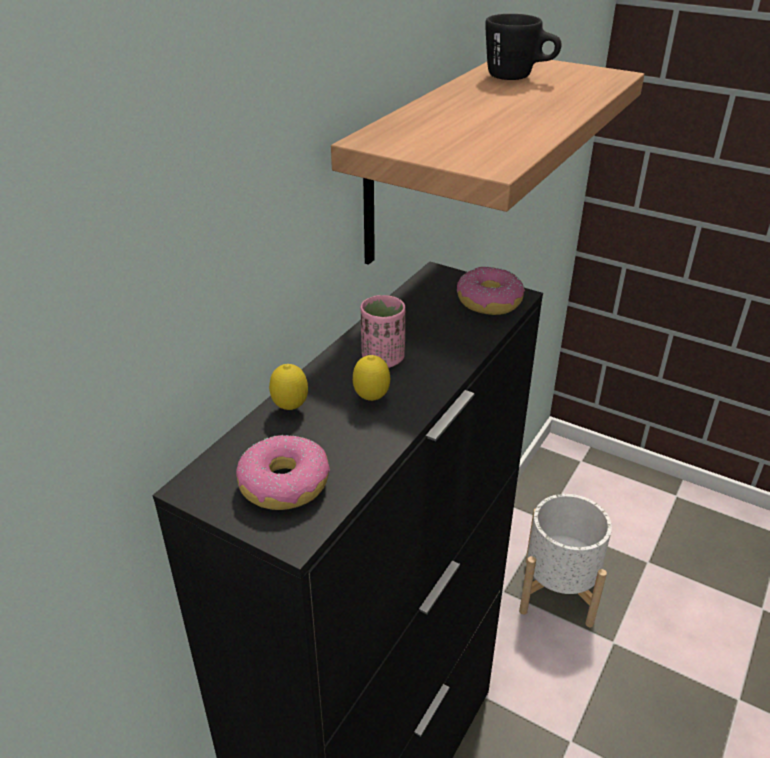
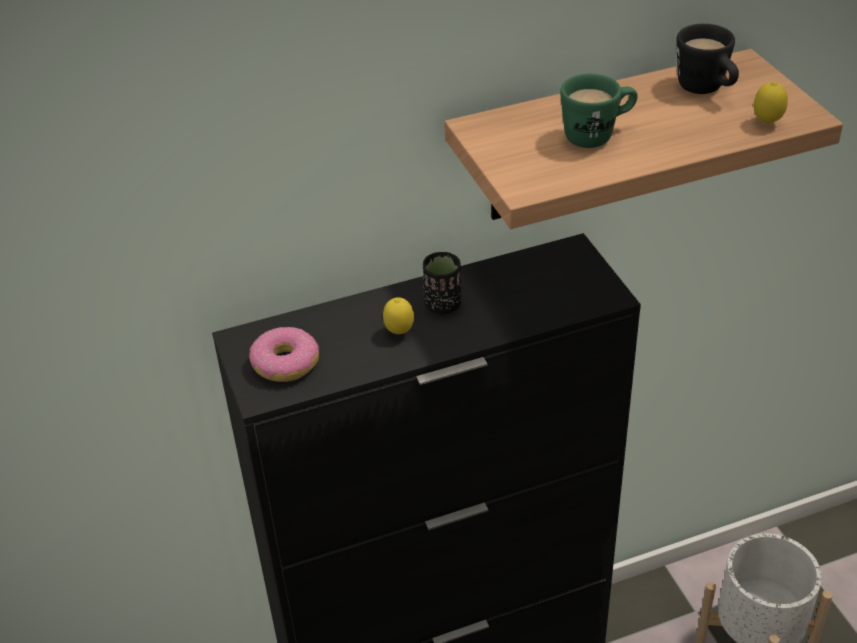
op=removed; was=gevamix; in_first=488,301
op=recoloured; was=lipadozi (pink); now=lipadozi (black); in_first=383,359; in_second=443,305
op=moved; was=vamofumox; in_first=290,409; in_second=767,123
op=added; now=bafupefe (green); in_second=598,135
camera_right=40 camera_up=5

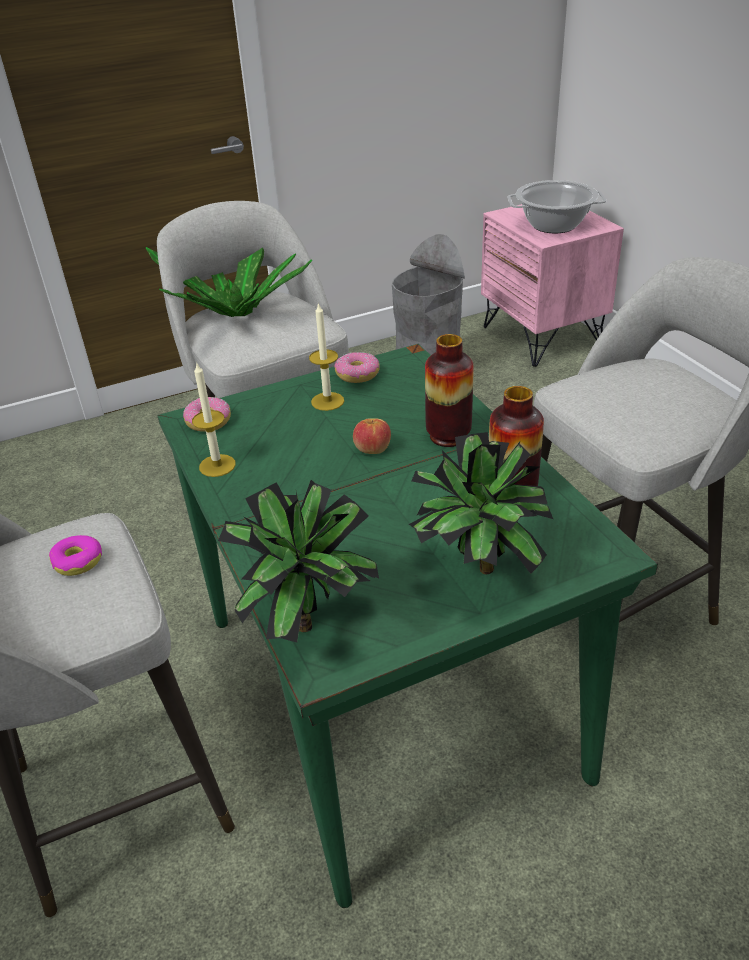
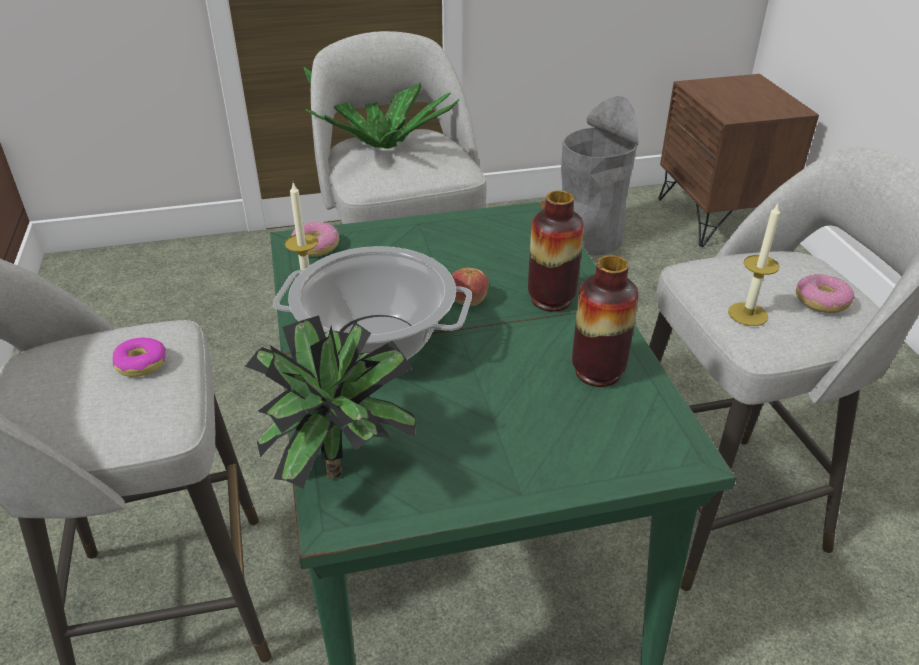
op=moved; was=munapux; in_first=553,225; in_second=375,342
op=recoloured; was=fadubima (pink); now=fadubima (brown); in_first=543,336; in_second=718,217
op=moved; was=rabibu; in_first=327,401; in_second=748,314
op=moved; was=gevamix; in_first=357,374; in_second=822,301
op=removed; was=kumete; in_first=476,573
camera_right=10 camera_up=0

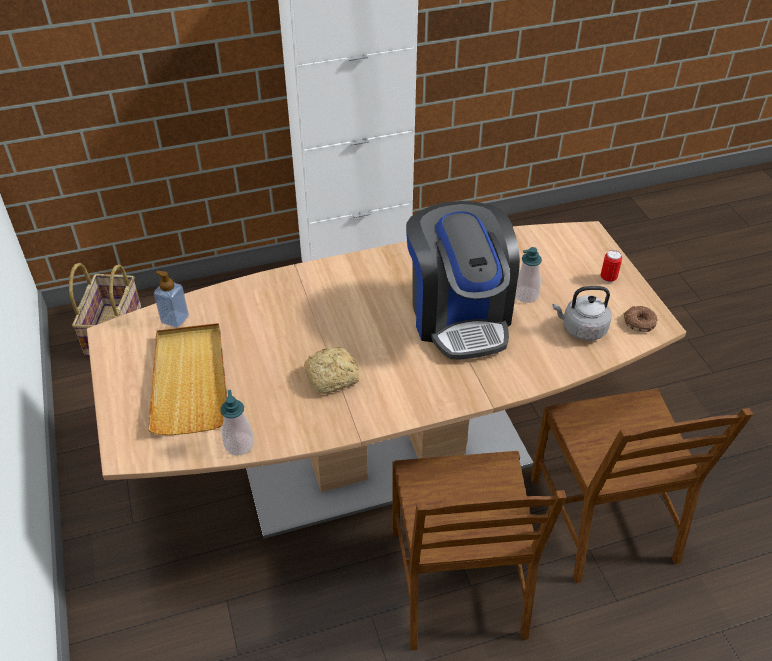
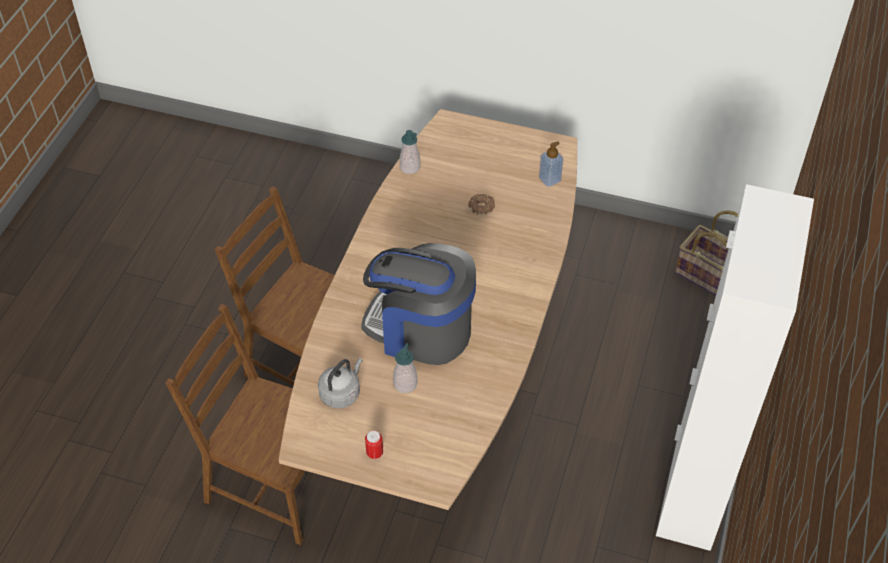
op=moved; was=gevamix; in_first=638,322; in_second=482,207
op=removed; was=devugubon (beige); in_first=190,380
op=removed; was=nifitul; in_first=333,377
camera_right=125 camera_up=5

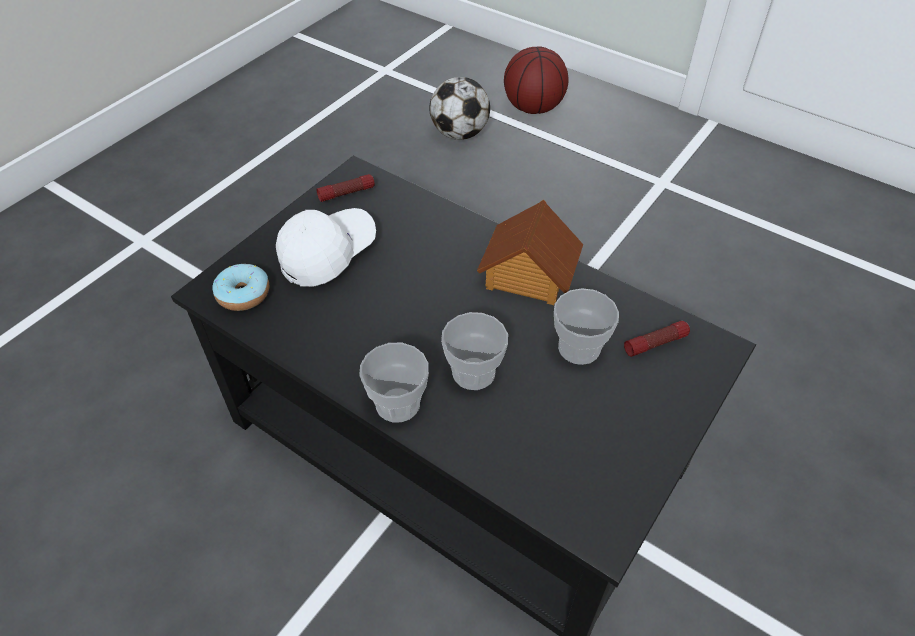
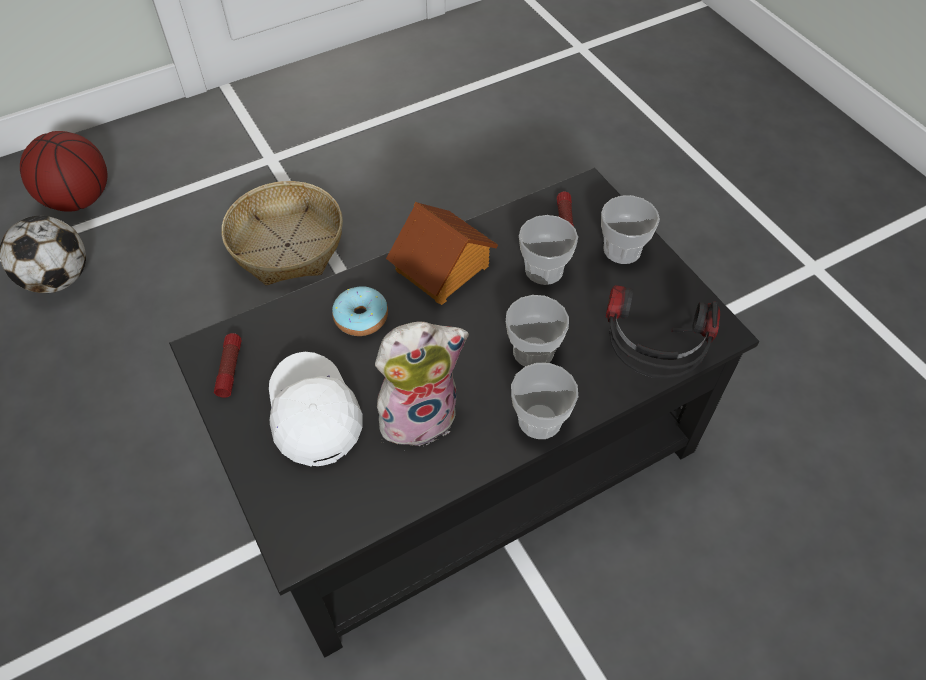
op=moved; was=gevamix; in_first=243,294; in_second=361,318
op=added; now=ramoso; in_second=287,245
op=added; now=lipadozi; in_second=622,250
op=added; now=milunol; in_second=648,364
op=added; now=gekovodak; in_second=419,414
camera_right=-65 camera_up=5

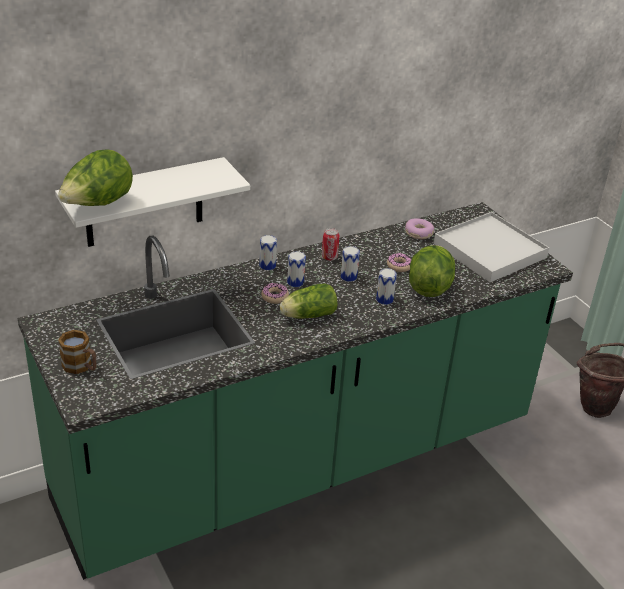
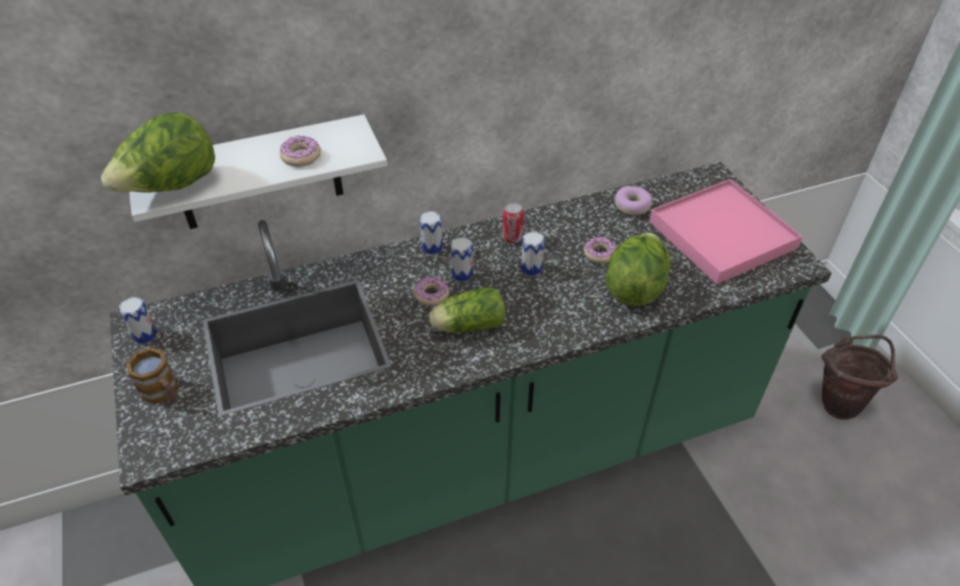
op=recoloured; was=devugubon (white); now=devugubon (pink); in_first=489,250; in_second=722,234
op=moved; was=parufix; in_first=384,299; in_second=145,335
op=added; now=gevamix; in_second=301,156
camera_right=10 camera_up=10

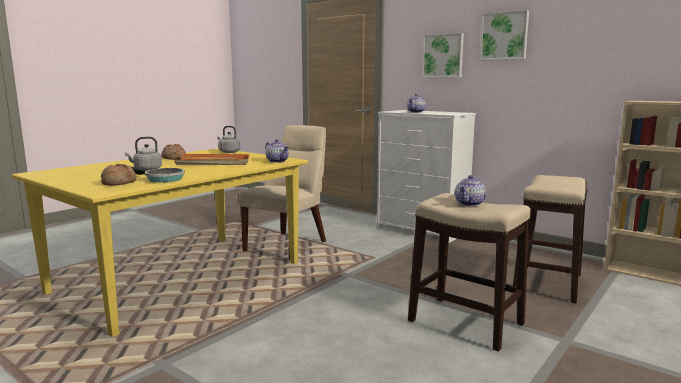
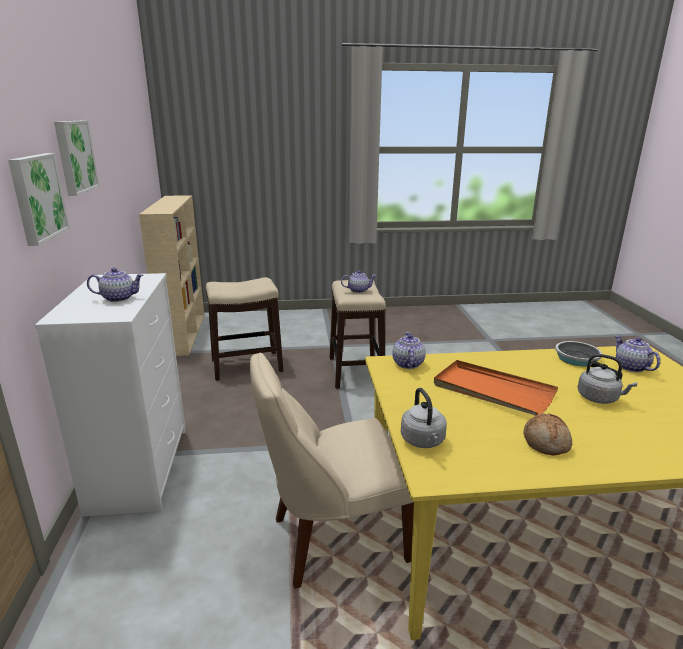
op=replaced; was=nifitul; now=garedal; in_first=118,182; in_second=631,367
camera_right=-135 camera_up=10

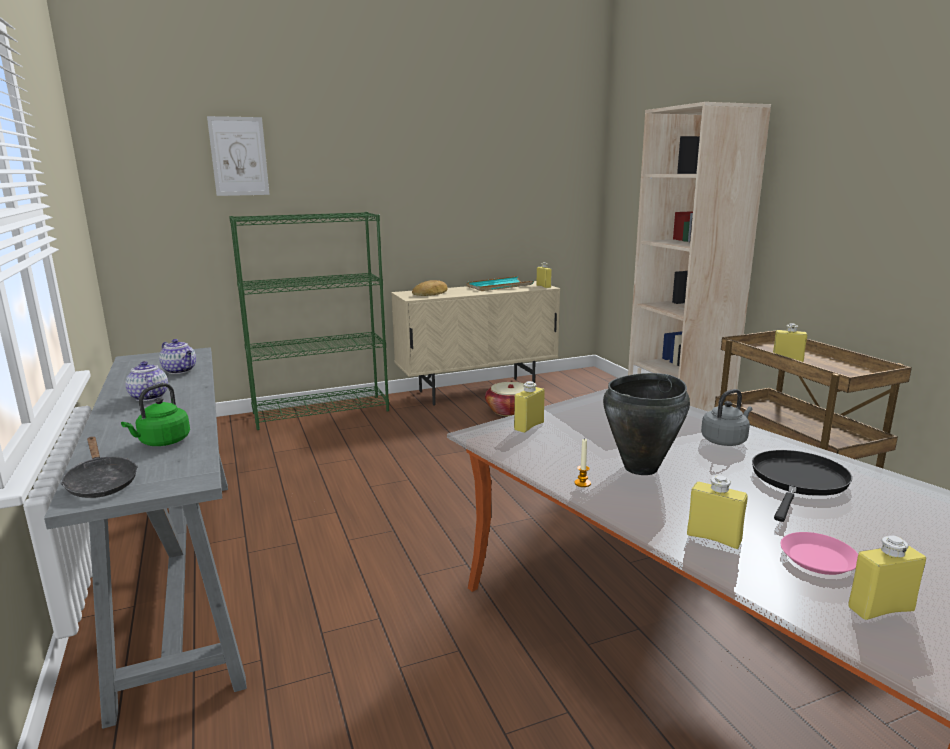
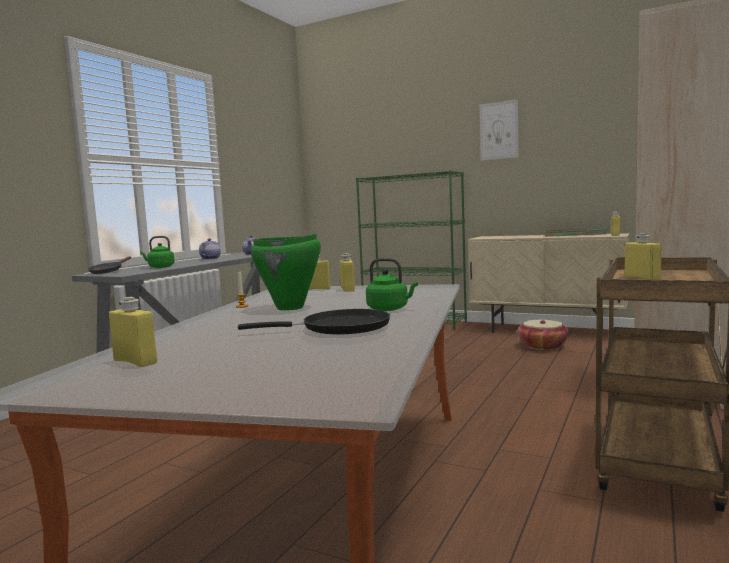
op=moved; was=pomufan; in_first=239,156; in_second=499,130
op=removed; was=nifitul; in_first=431,293
op=recoloured; was=munapux (black); now=munapux (green); in_first=641,468; in_second=290,308
op=recoloured; was=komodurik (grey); now=komodurik (green); in_first=725,440; in_second=390,309
op=moved; was=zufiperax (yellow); in_first=714,538; in_second=347,289
op=removed; was=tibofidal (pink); in_first=818,558
camera_right=50 camera_up=-10

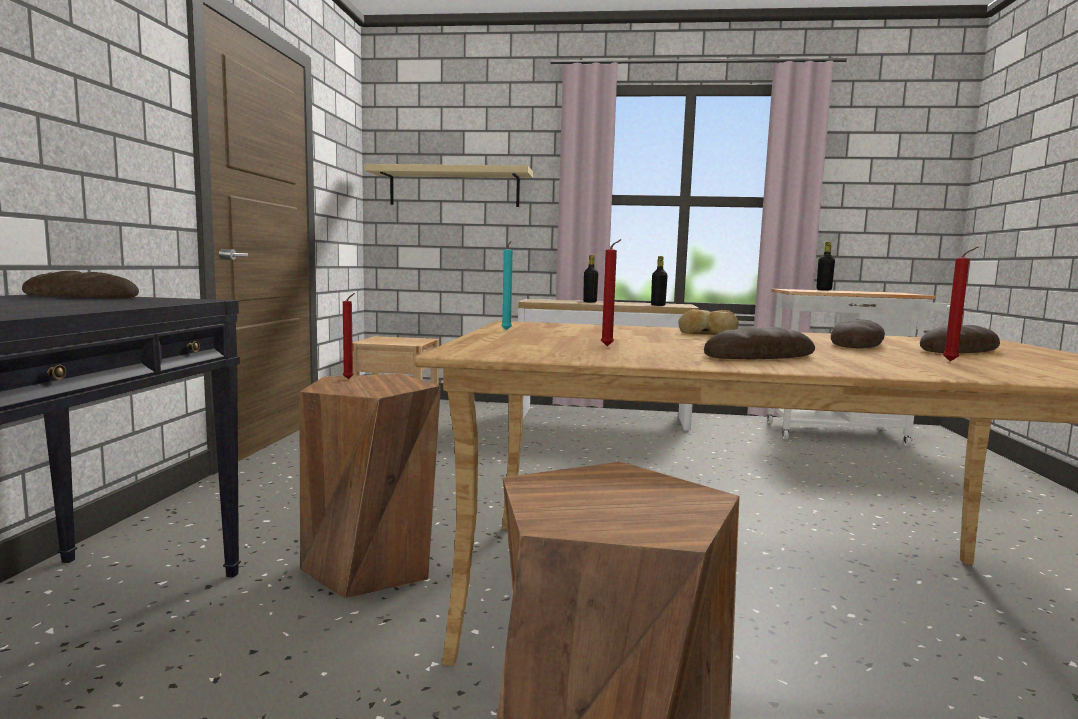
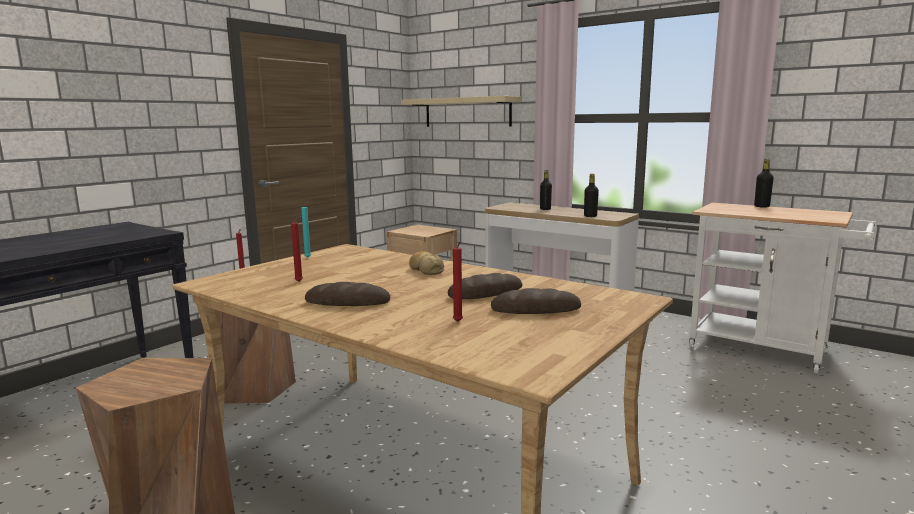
op=removed; was=nifitul; in_first=81,296
camera_right=30 camera_up=5

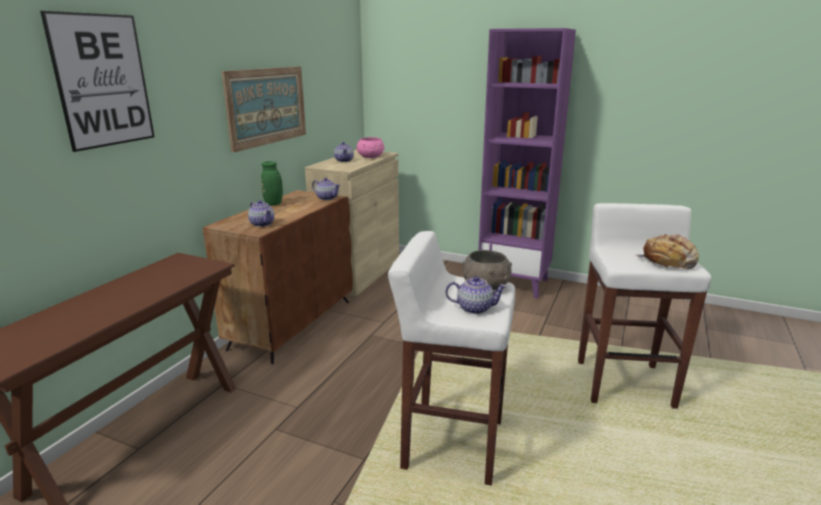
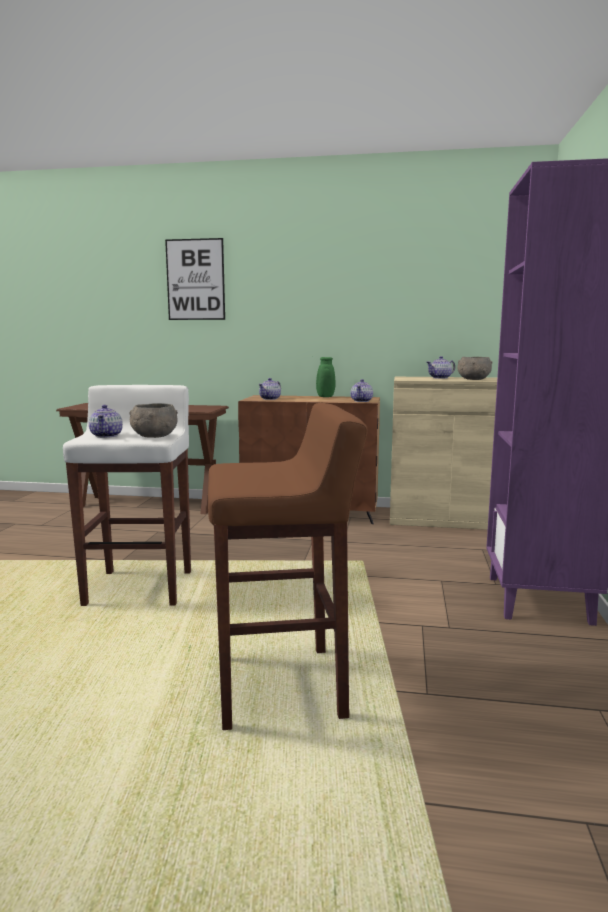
op=removed; was=pomufan; in_first=267,106
op=recoloured; was=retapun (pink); now=retapun (grey); in_first=370,157; in_second=473,379
op=recoloured; was=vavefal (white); now=vavefal (brown); in_first=624,382; in_second=282,686
op=removed; was=nifitul; in_first=668,262
camera_right=75 camera_up=-10

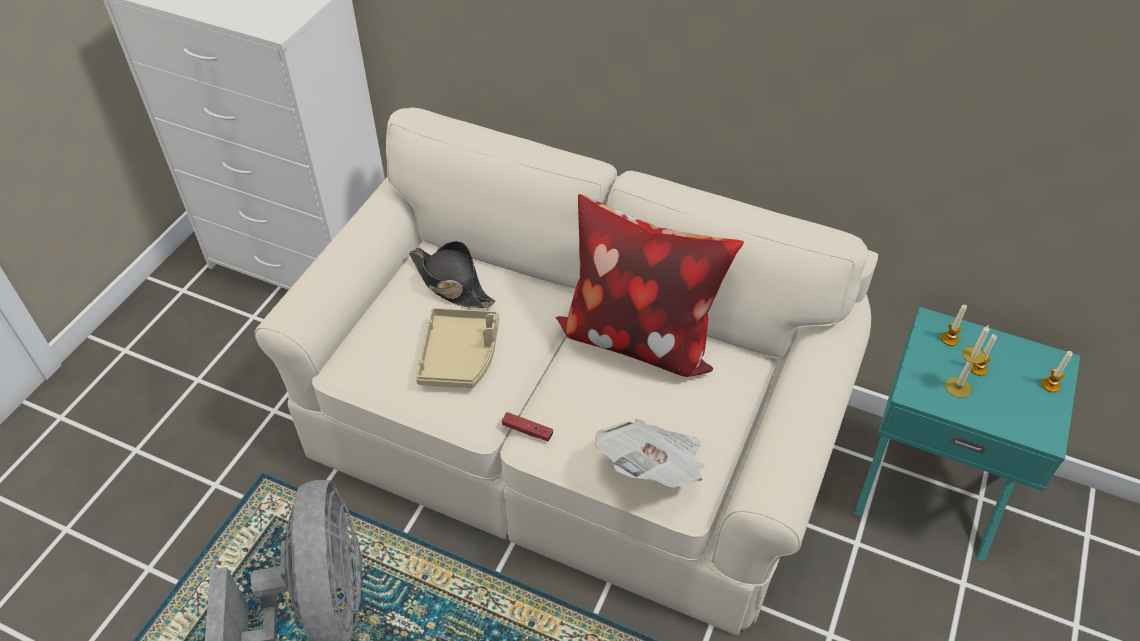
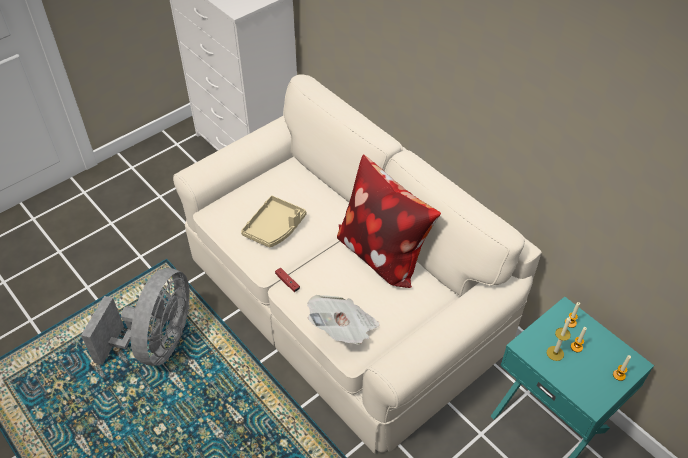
op=removed; was=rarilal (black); in_first=451,283
camera_right=25 camera_up=0

